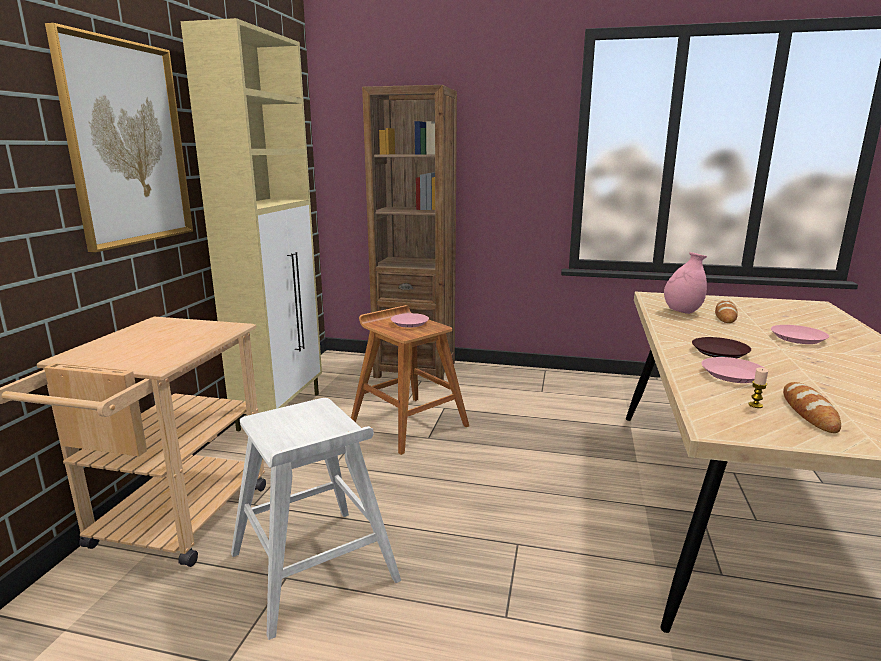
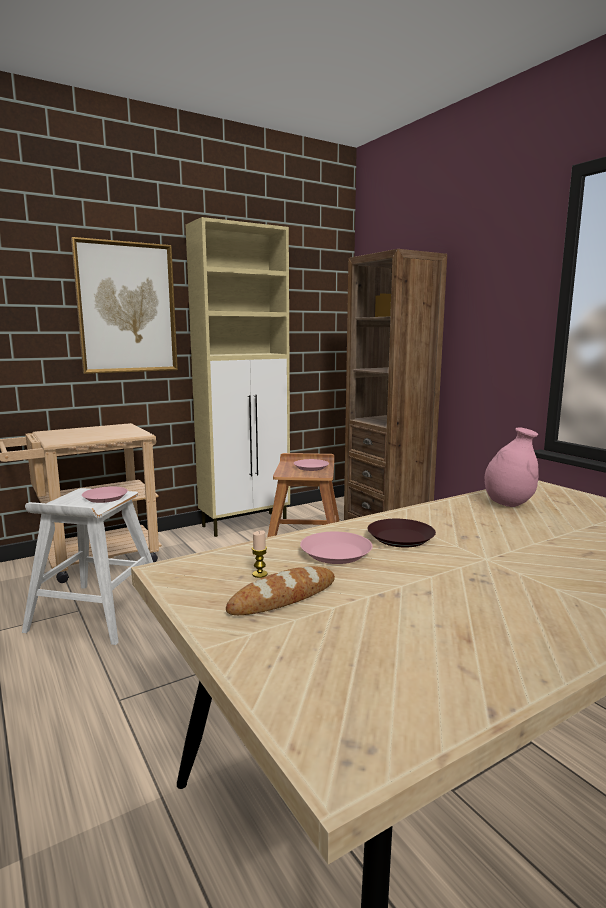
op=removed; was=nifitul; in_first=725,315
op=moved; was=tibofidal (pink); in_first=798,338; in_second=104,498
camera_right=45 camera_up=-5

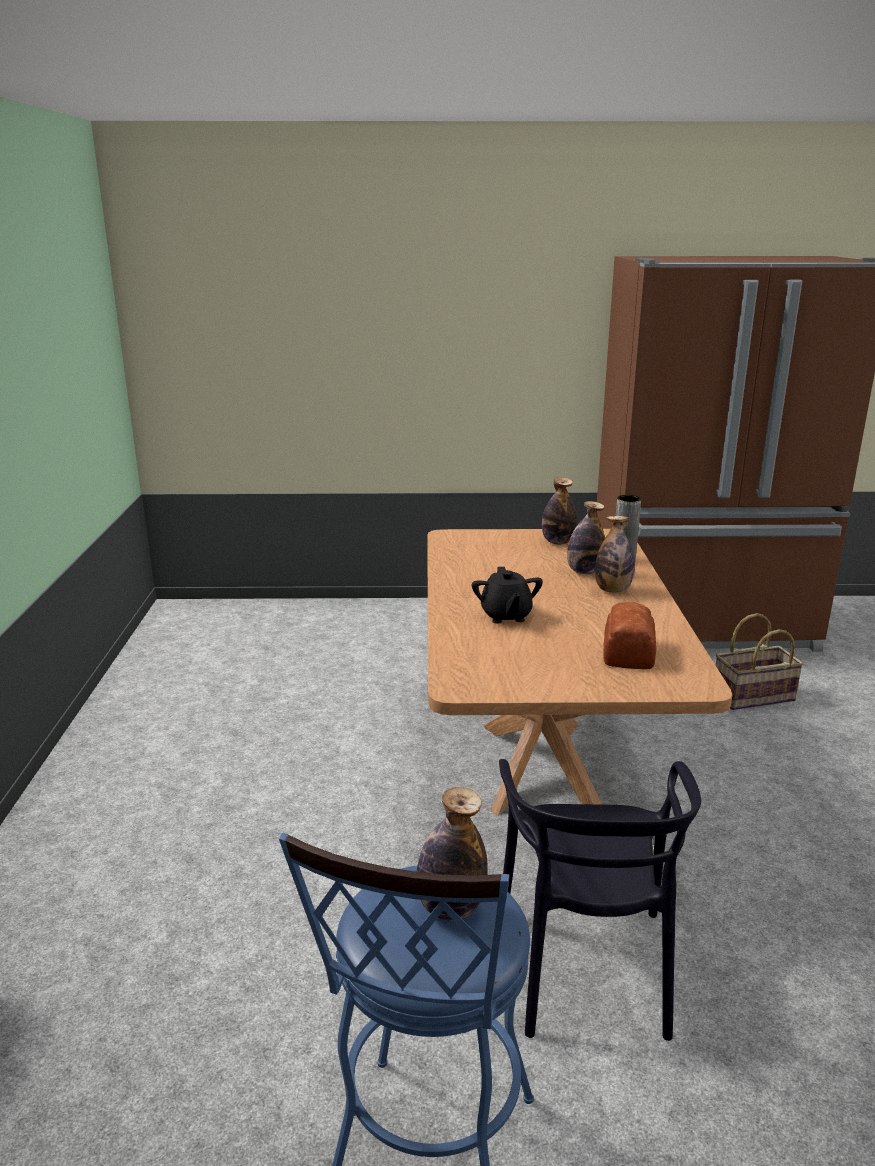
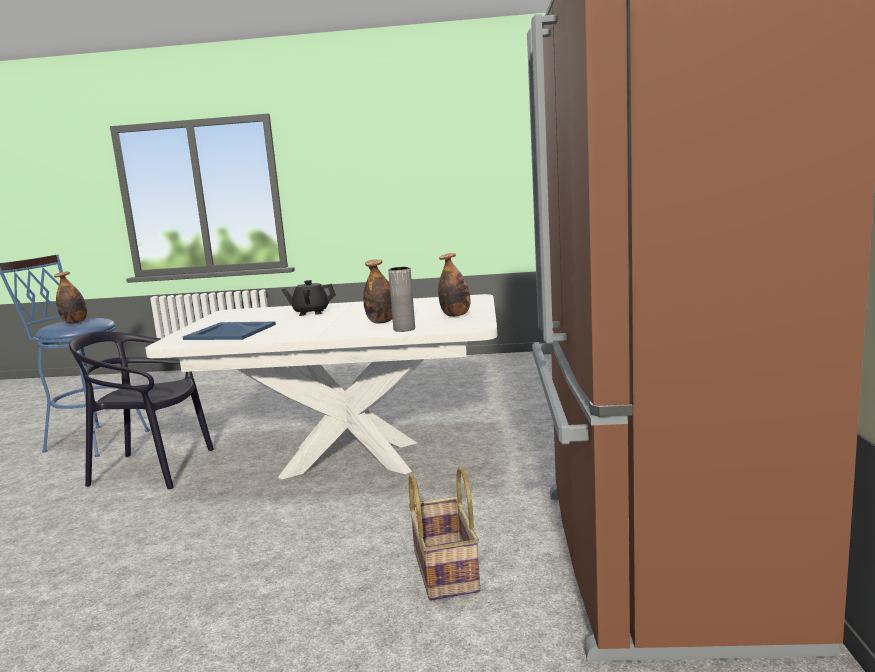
op=removed; was=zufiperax; in_first=613,590
op=recoloured; was=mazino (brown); now=mazino (white); in_first=540,764; in_second=351,459
op=replaced; was=nifitul; now=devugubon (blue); in_first=627,653; in_second=230,332
camera_right=95 camera_up=-10

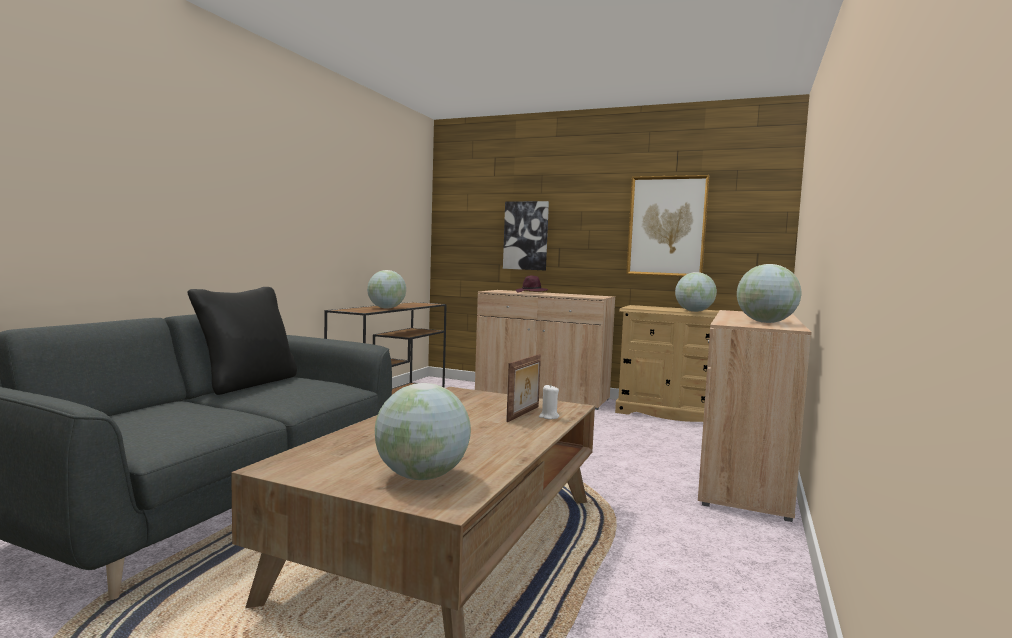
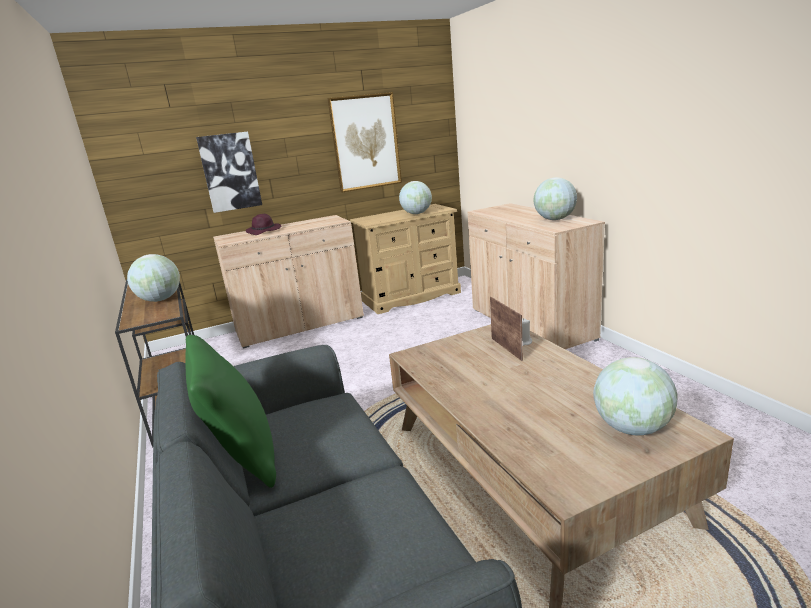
op=recoloured; was=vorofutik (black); now=vorofutik (green); in_first=247,383; in_second=242,457
camera_right=-45 camera_up=15

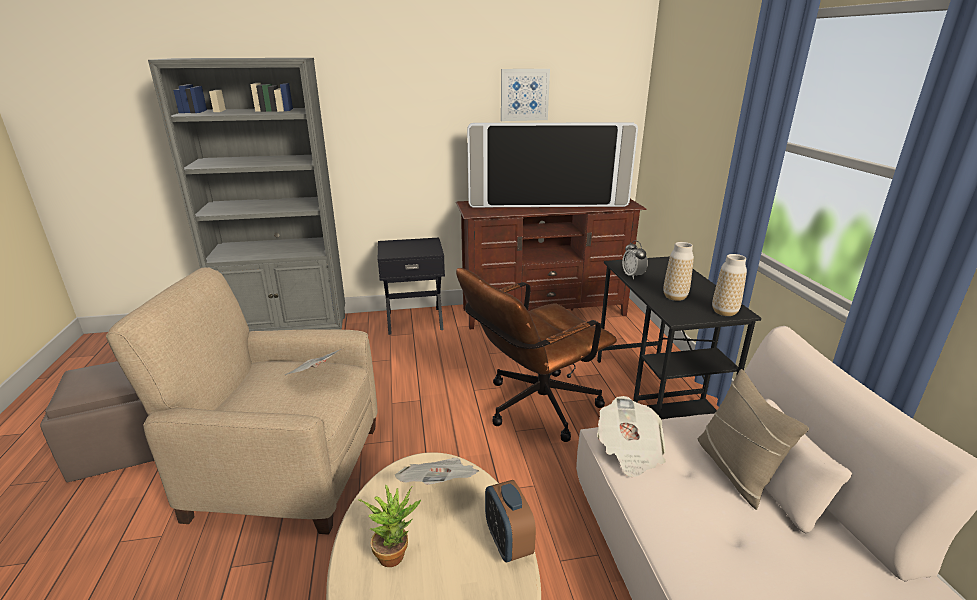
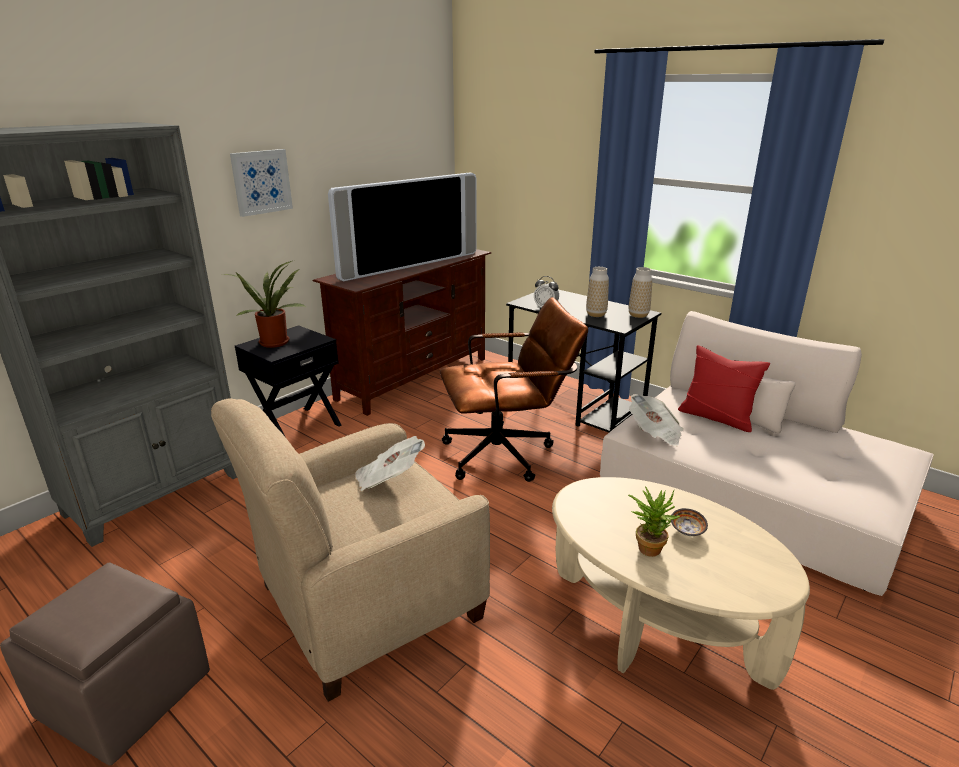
op=moved; was=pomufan; in_first=524,95; in_second=261,182
op=turned; was=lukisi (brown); in_first=533,408; in_second=507,453; clockwise=-120
op=recoloured; was=vorofutik (beige); now=vorofutik (red); in_first=736,470; in_second=716,417
op=removed; was=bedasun; in_first=439,487
op=removed; was=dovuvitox; in_first=508,543
op=added; now=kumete; in_second=275,341
op=added; now=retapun; in_second=688,530
camera_right=-40 camera_up=0

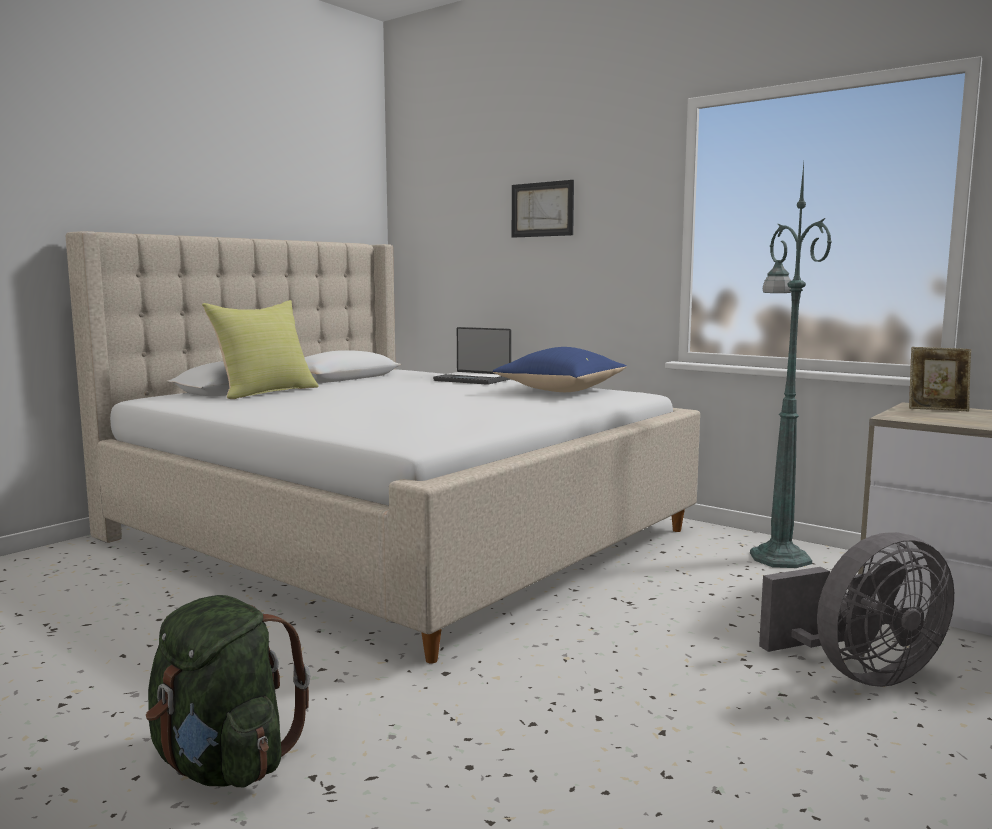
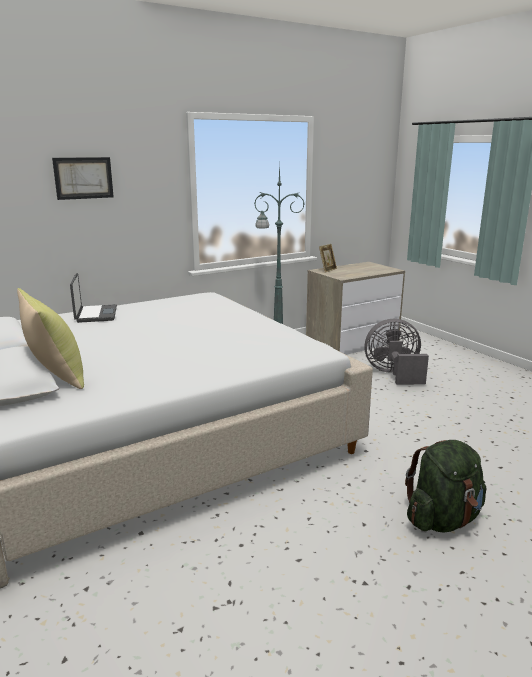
op=turned; was=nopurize; in_first=473,380; in_second=95,314; clockwise=-60
op=removed; was=vorofutik (blue); in_first=560,391
op=turned; was=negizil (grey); in_first=860,674; in_second=394,374; clockwise=-90
camera_right=-70 camera_up=10

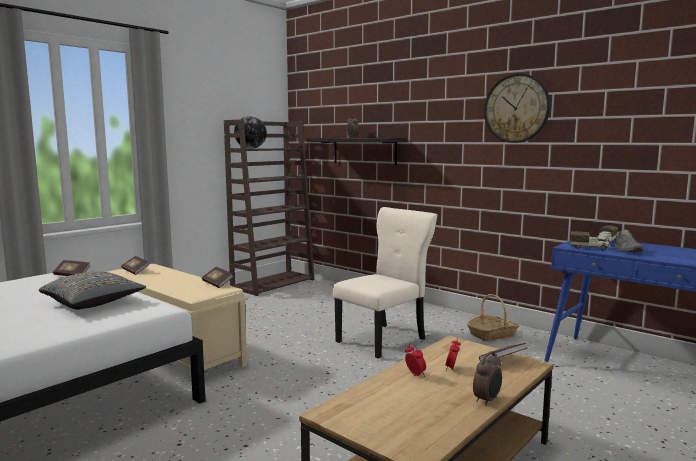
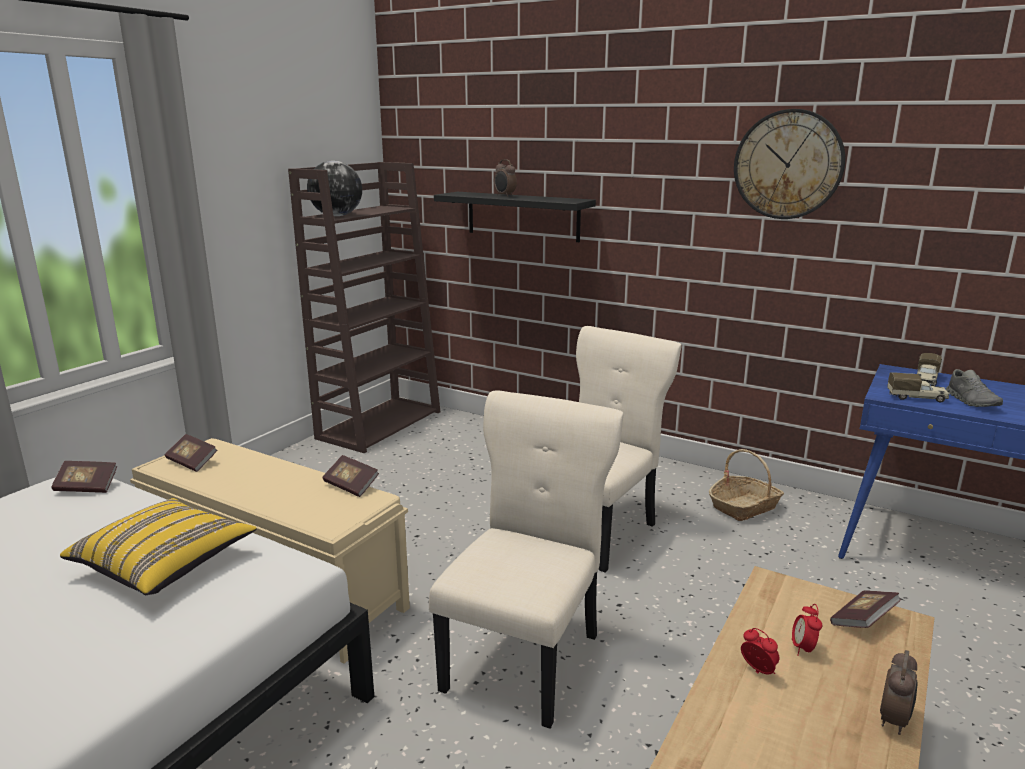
op=recoloured; was=vorofutik (grey); now=vorofutik (yellow); in_first=94,303; in_second=165,565
op=added; now=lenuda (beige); in_second=526,658
camera_right=-10 camera_up=10

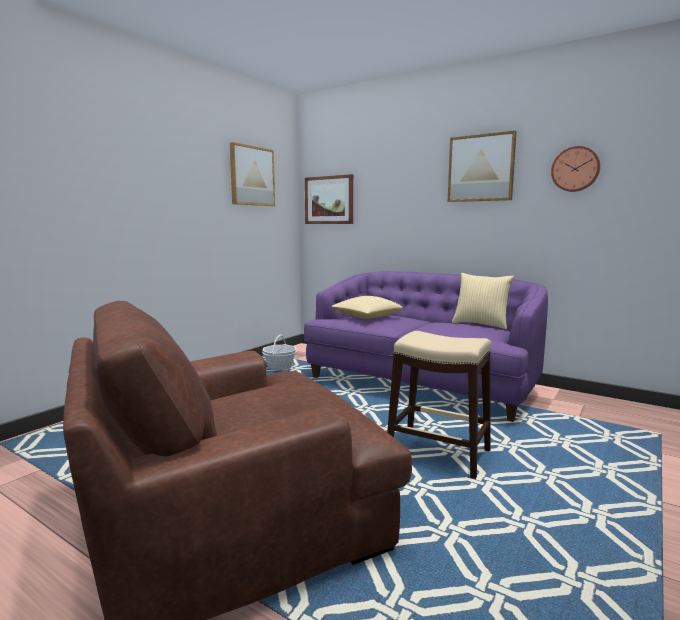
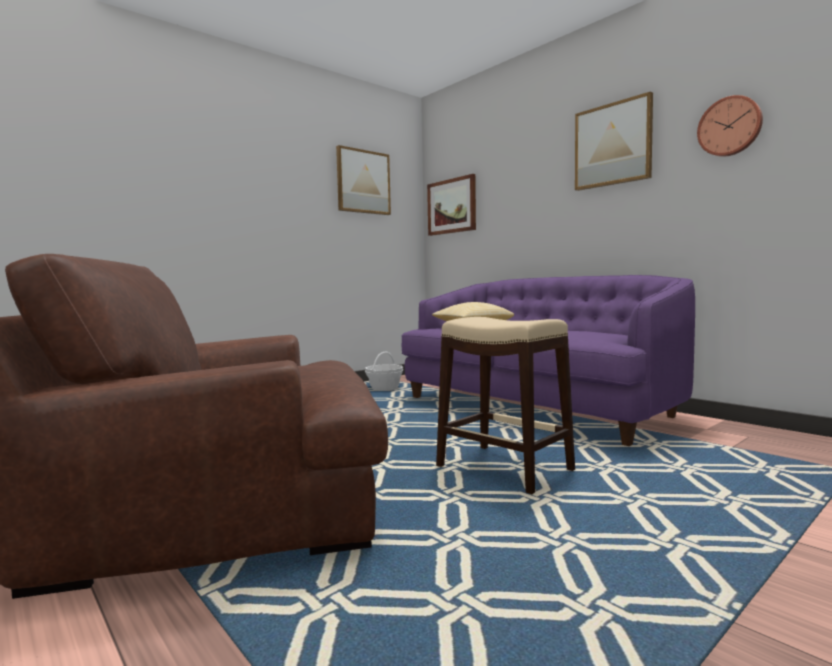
op=removed; was=vorofutik; in_first=481,324
camera_right=15 camera_up=-5

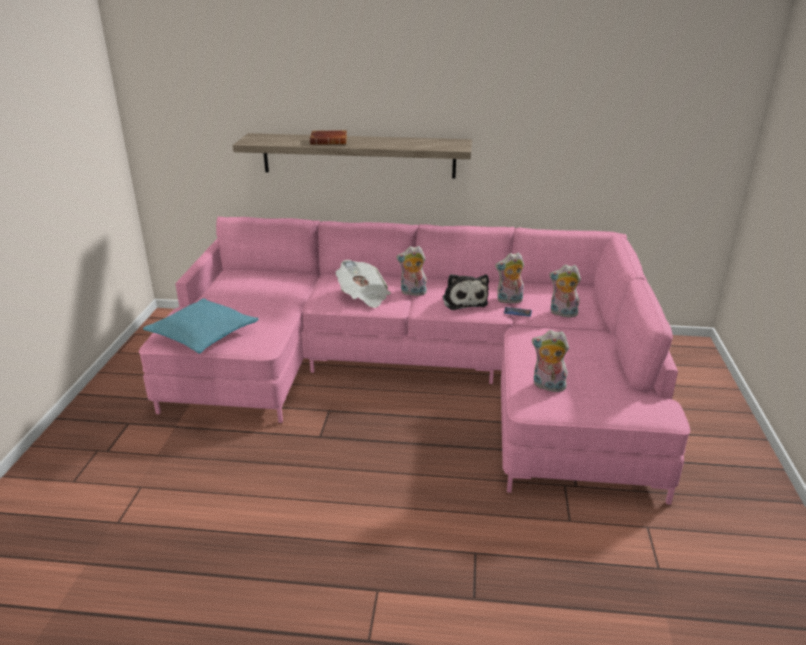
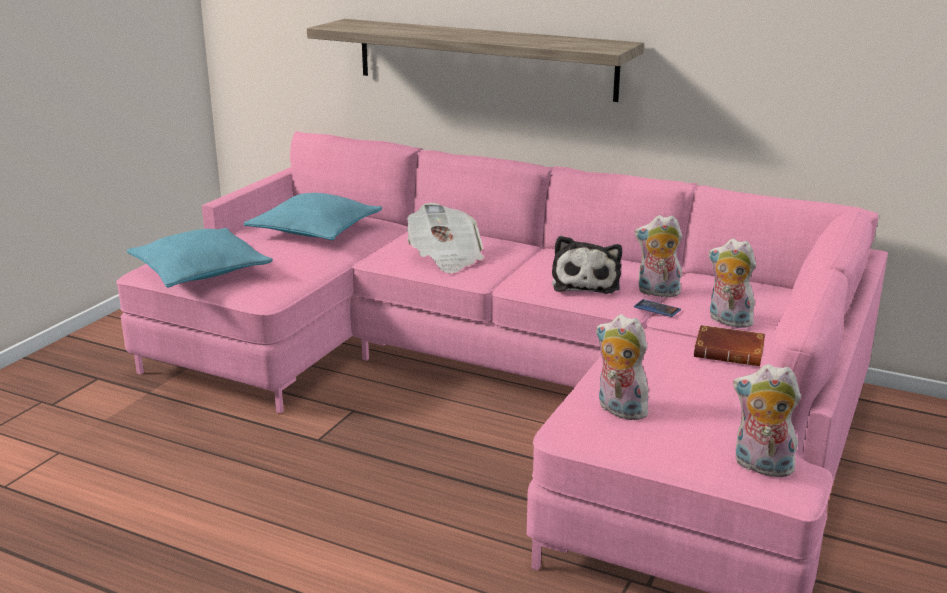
op=moved; was=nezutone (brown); in_first=330,141; in_second=731,352
op=moved; was=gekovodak; in_first=412,293; in_second=761,467
op=added; now=vorofutik (turquoise); in_second=315,231
camera_right=20 camera_up=-5

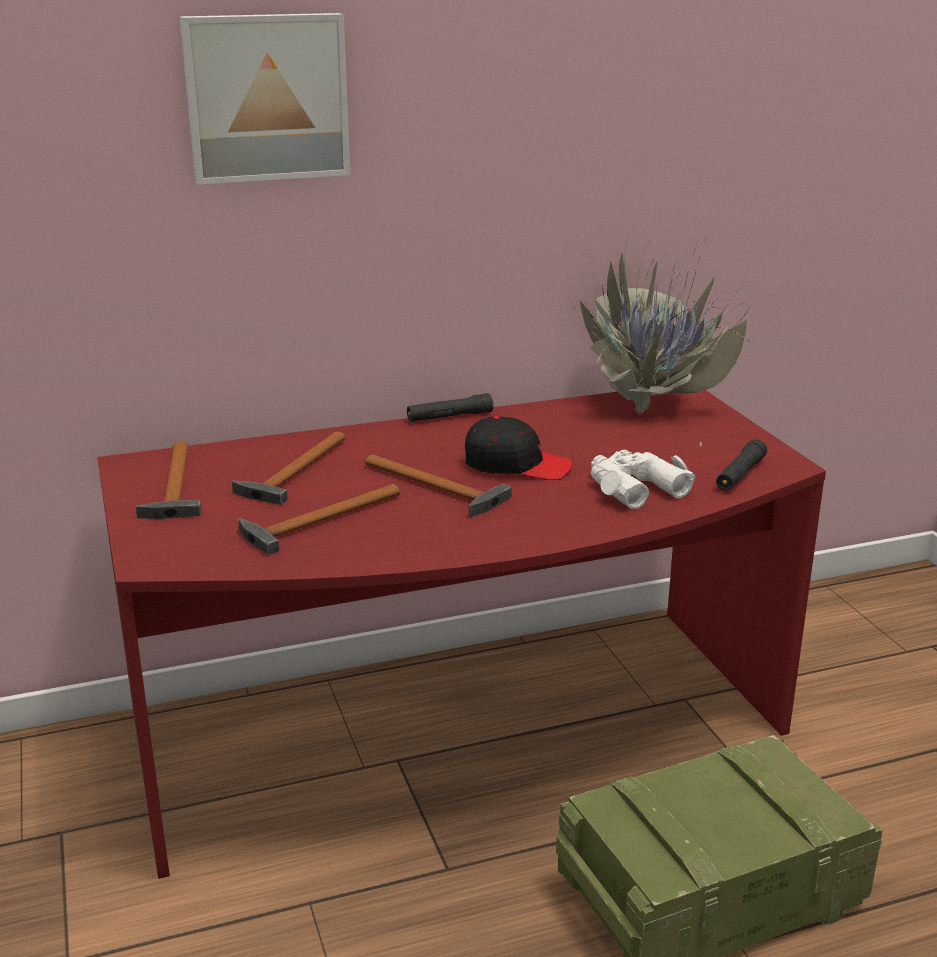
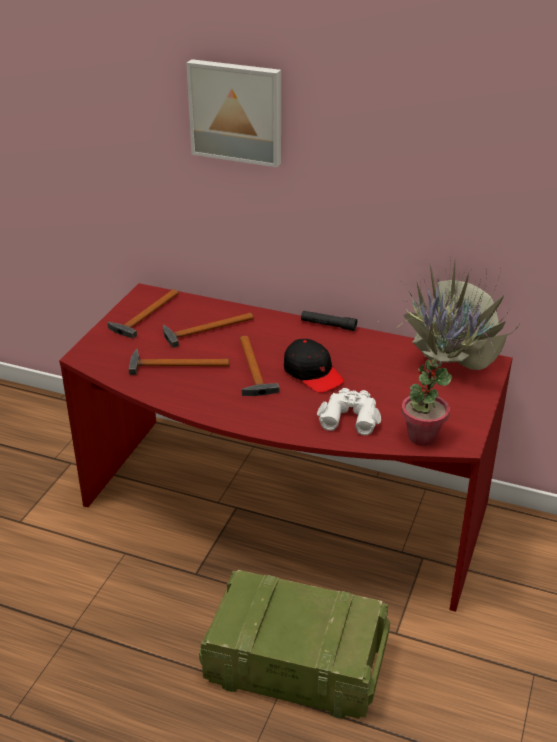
op=replaced; was=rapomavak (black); now=kumete; in_first=740,475; in_second=422,436
camera_right=40 camera_up=10

